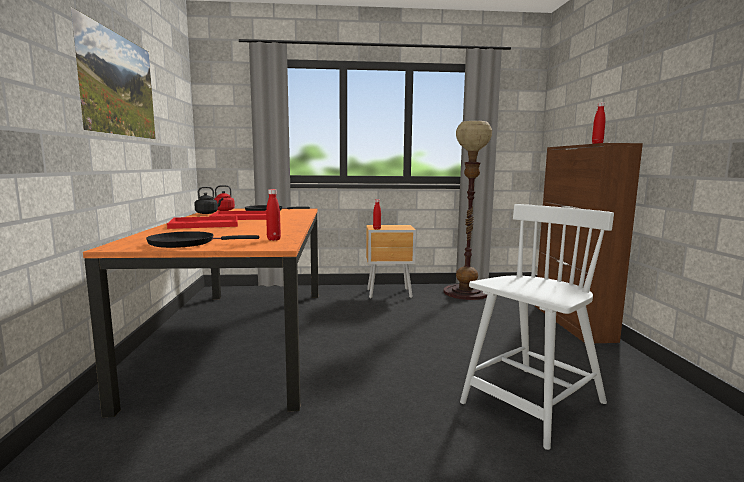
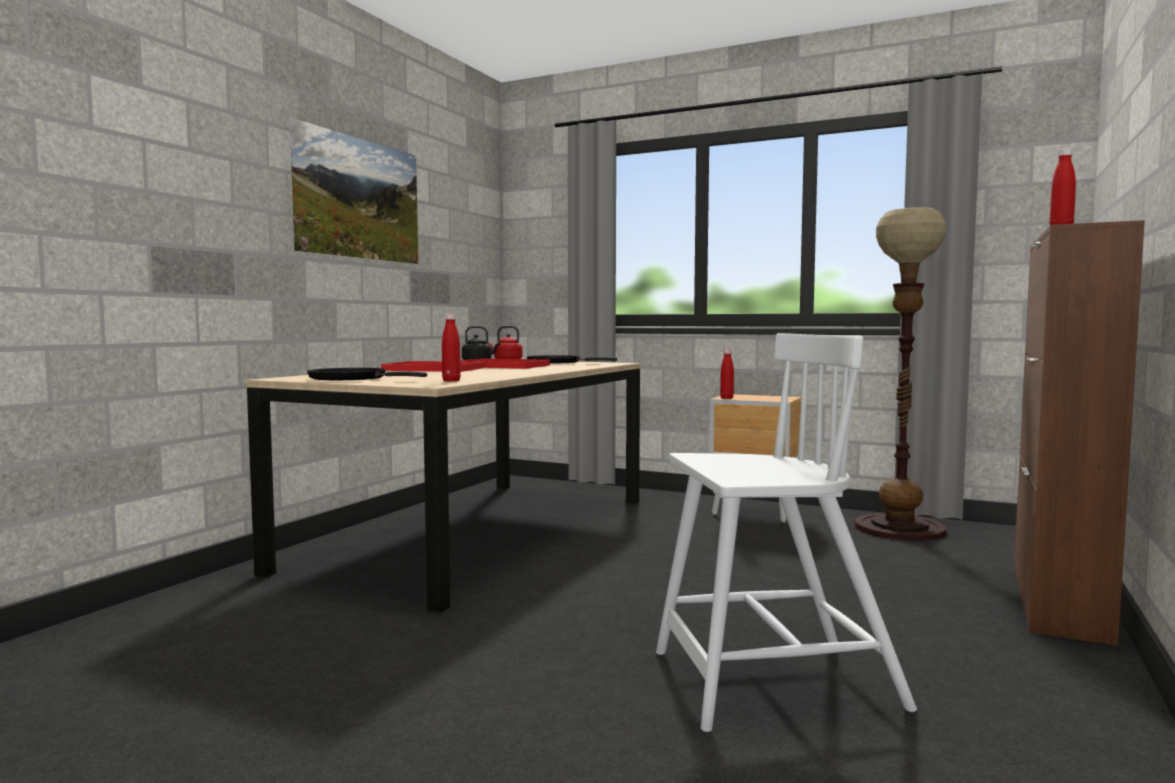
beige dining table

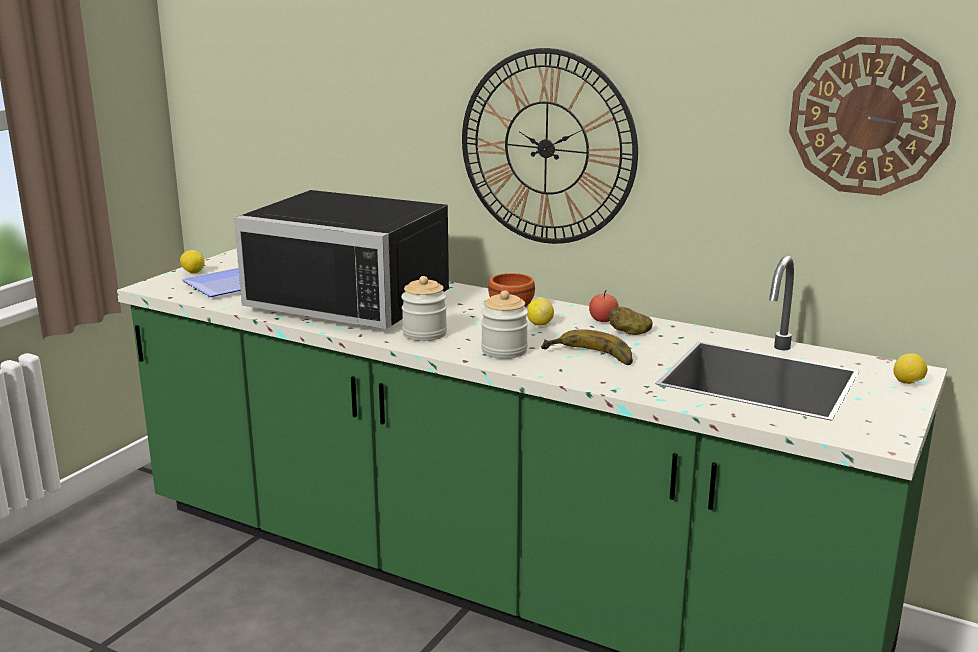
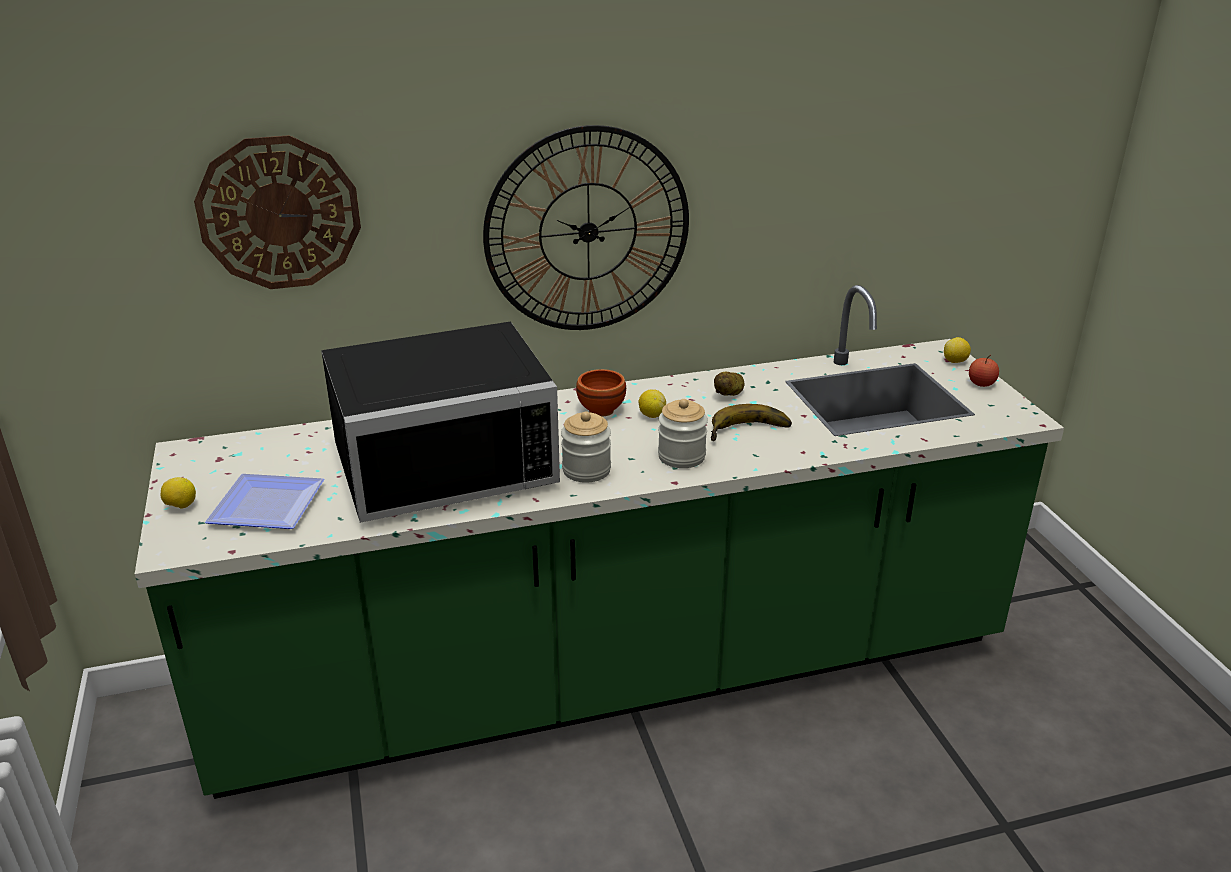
apple
wall clock (1st from left)

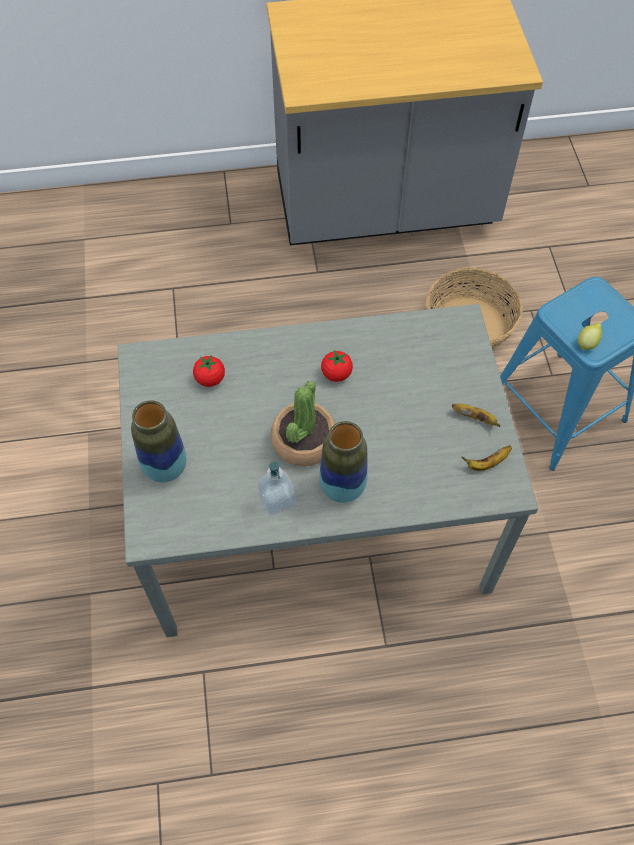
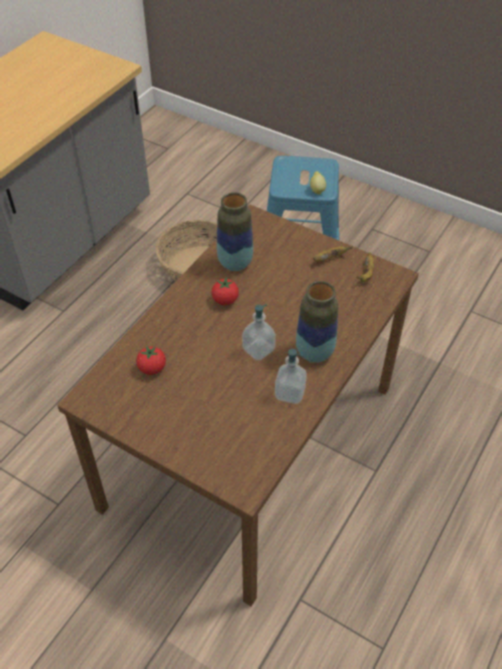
brown dining table
vase (1st from left)
soap dispenser (1st from left)

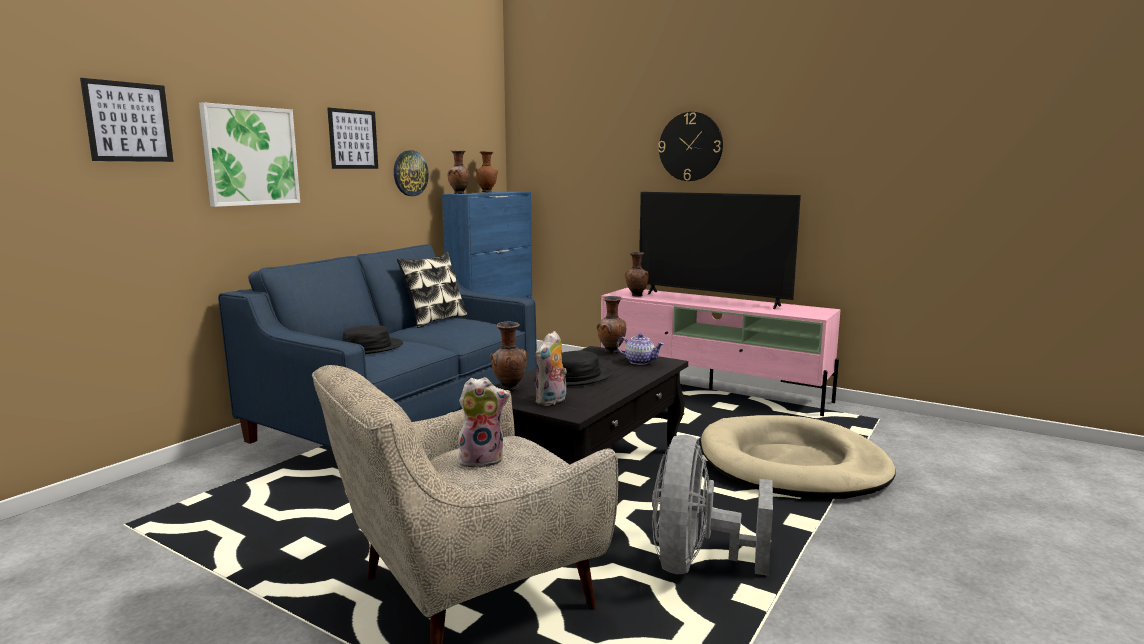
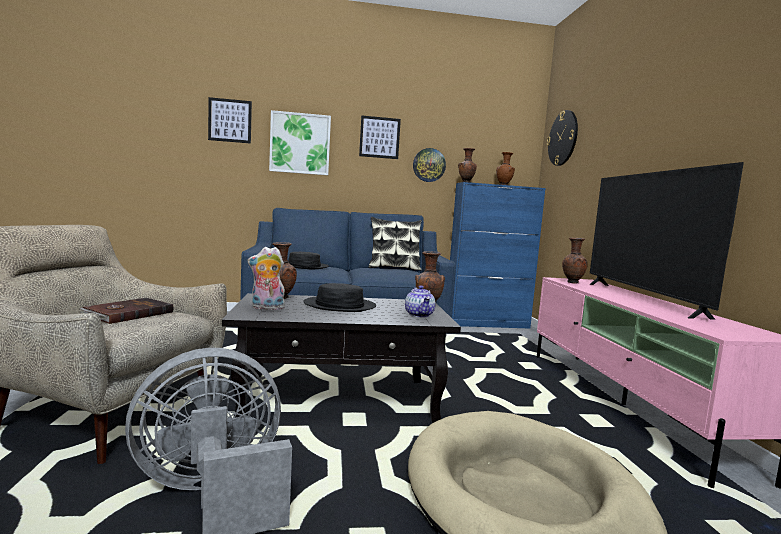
brown book
wall clock (2nd from left)

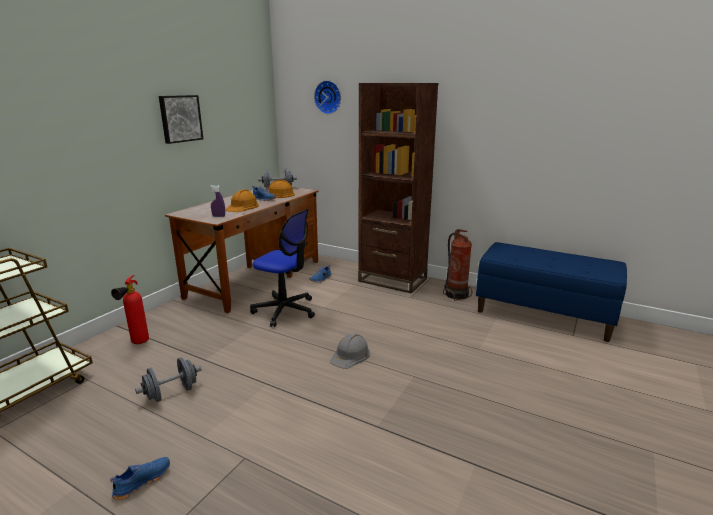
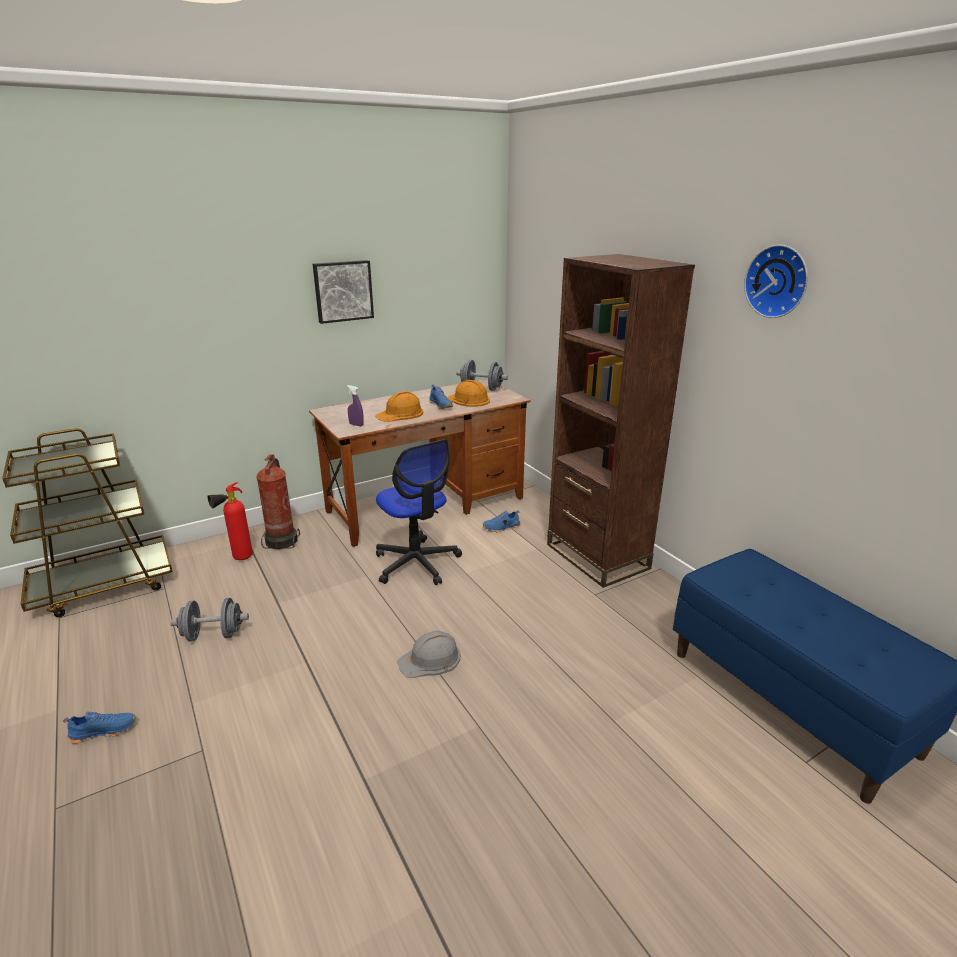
wall clock
fire extinguisher (2nd from left)

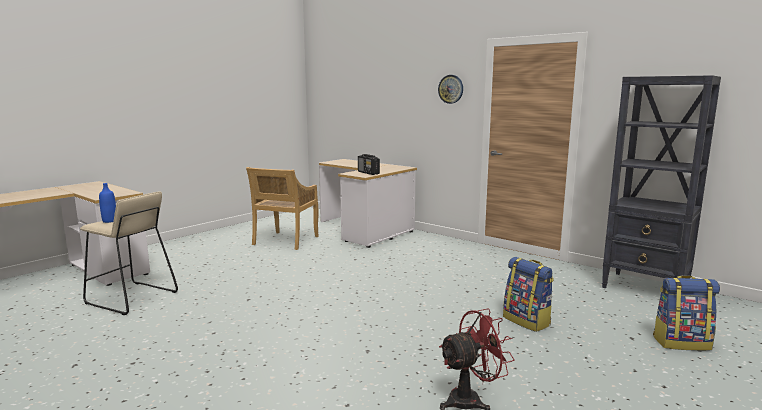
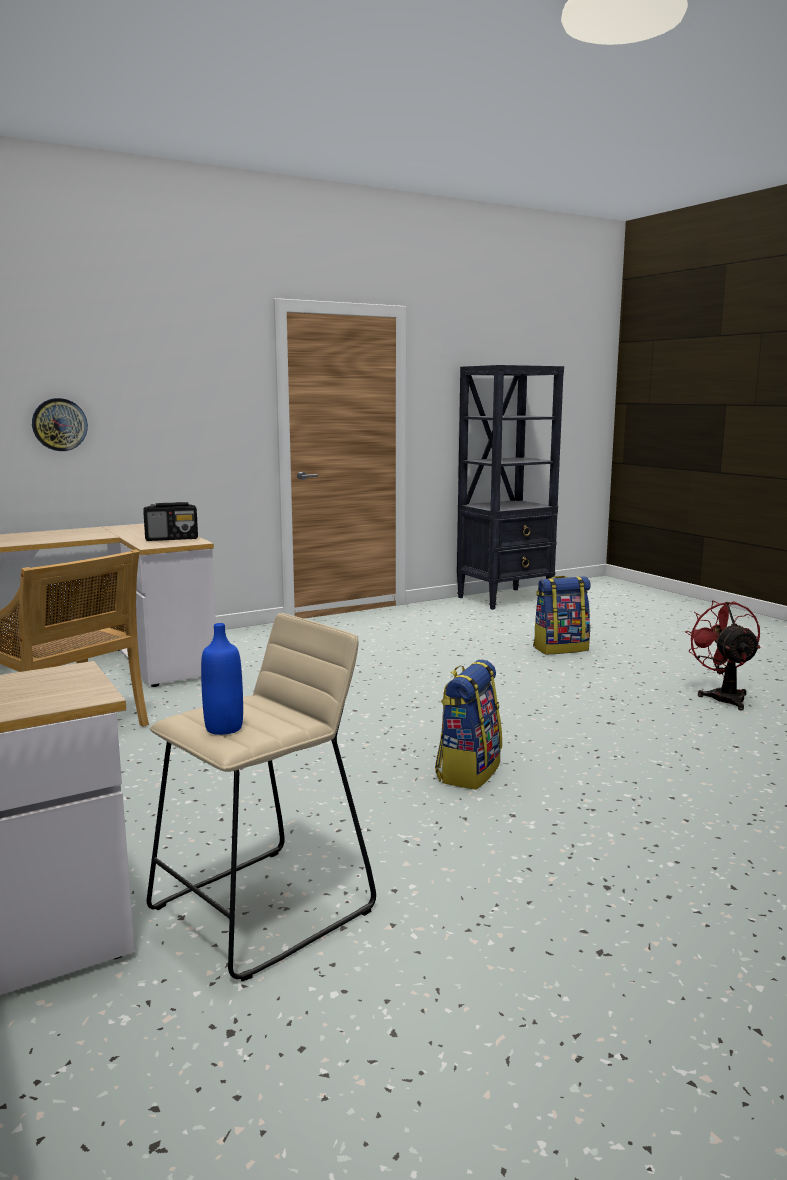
wall clock
backpack (1st from left)

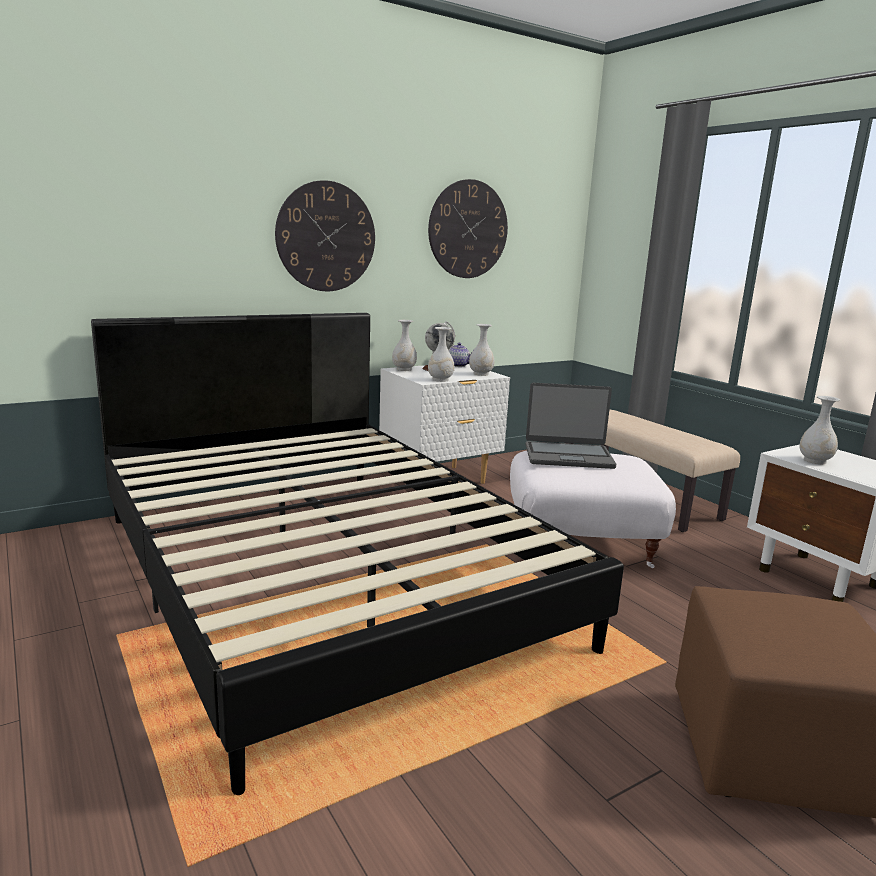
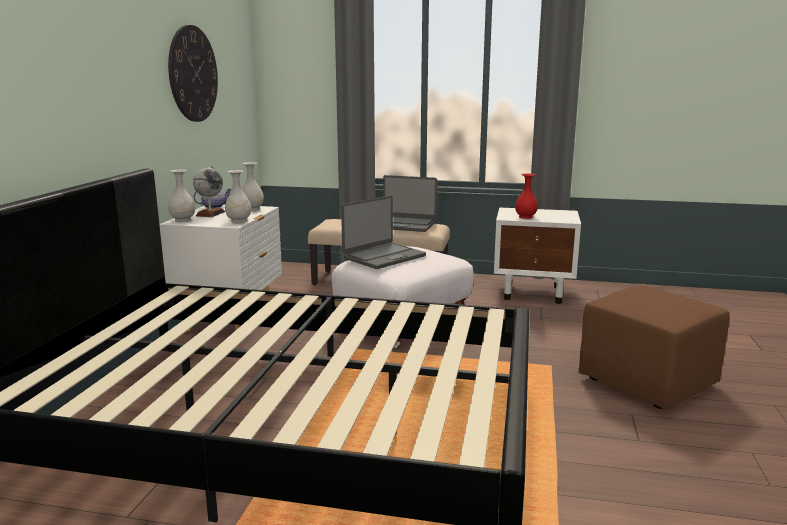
wall clock (1st from left in the first image)
red vase
laptop (2nd from left)

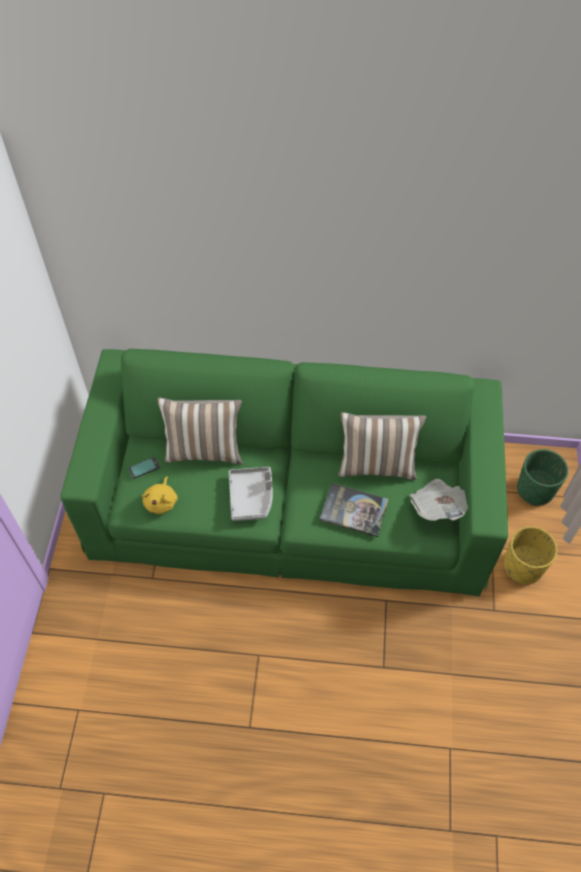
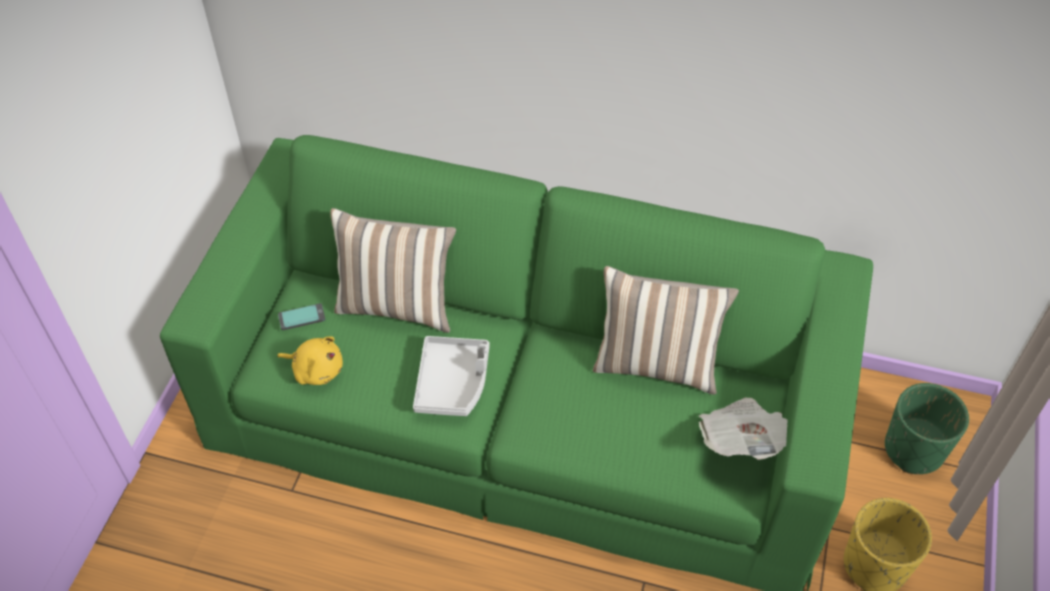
yellow plush toy
book

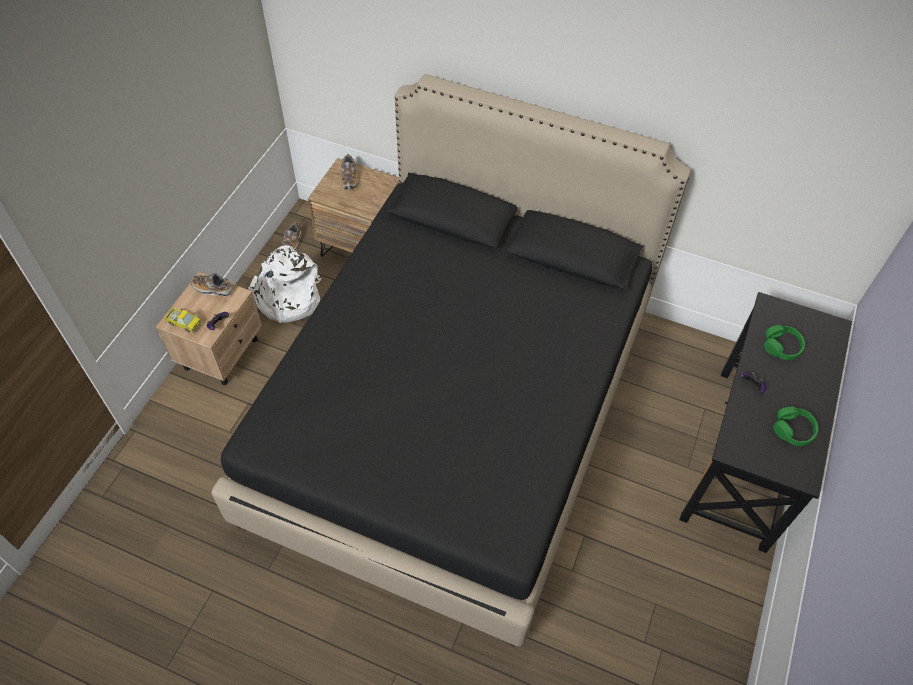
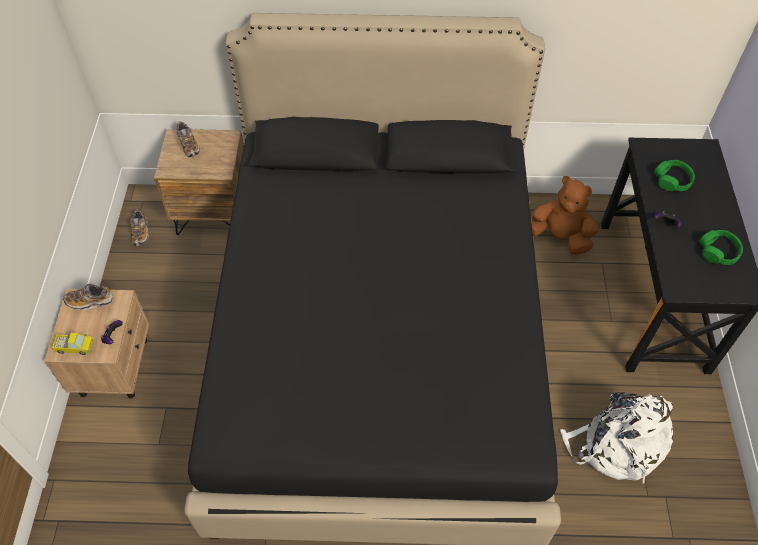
white backpack
brown plush toy

